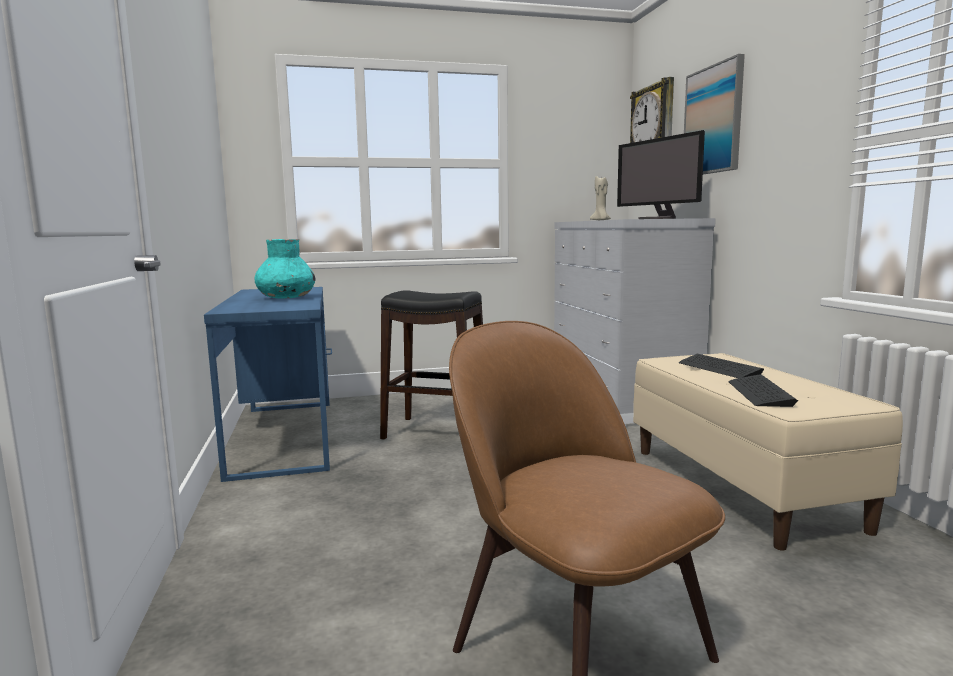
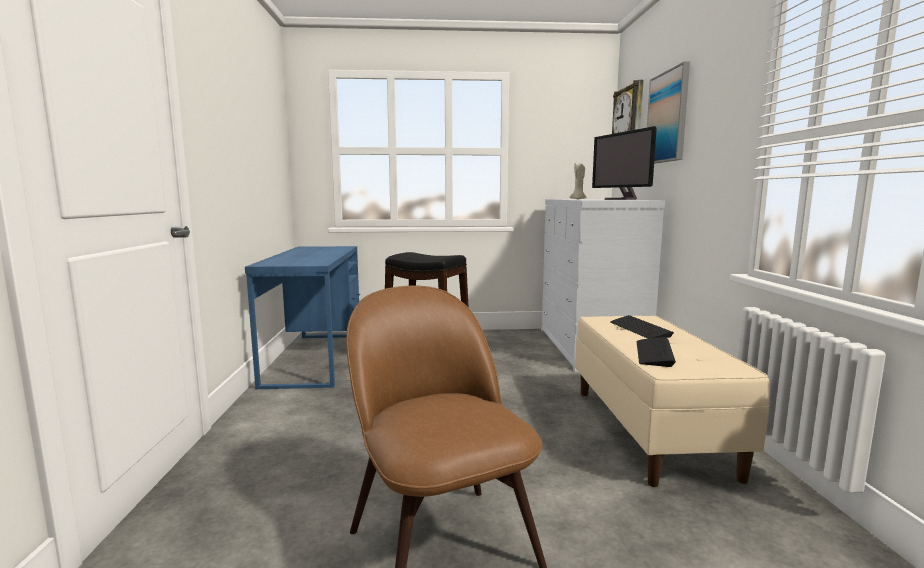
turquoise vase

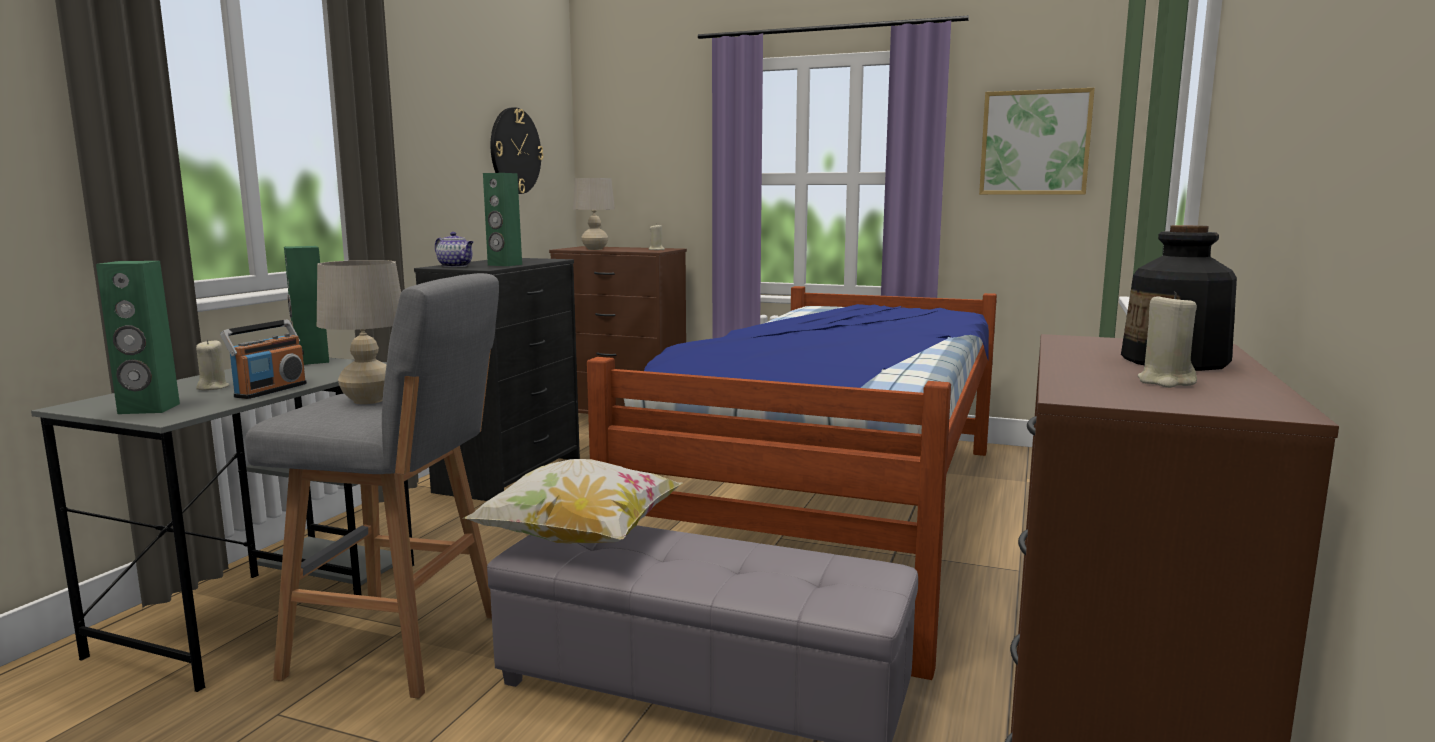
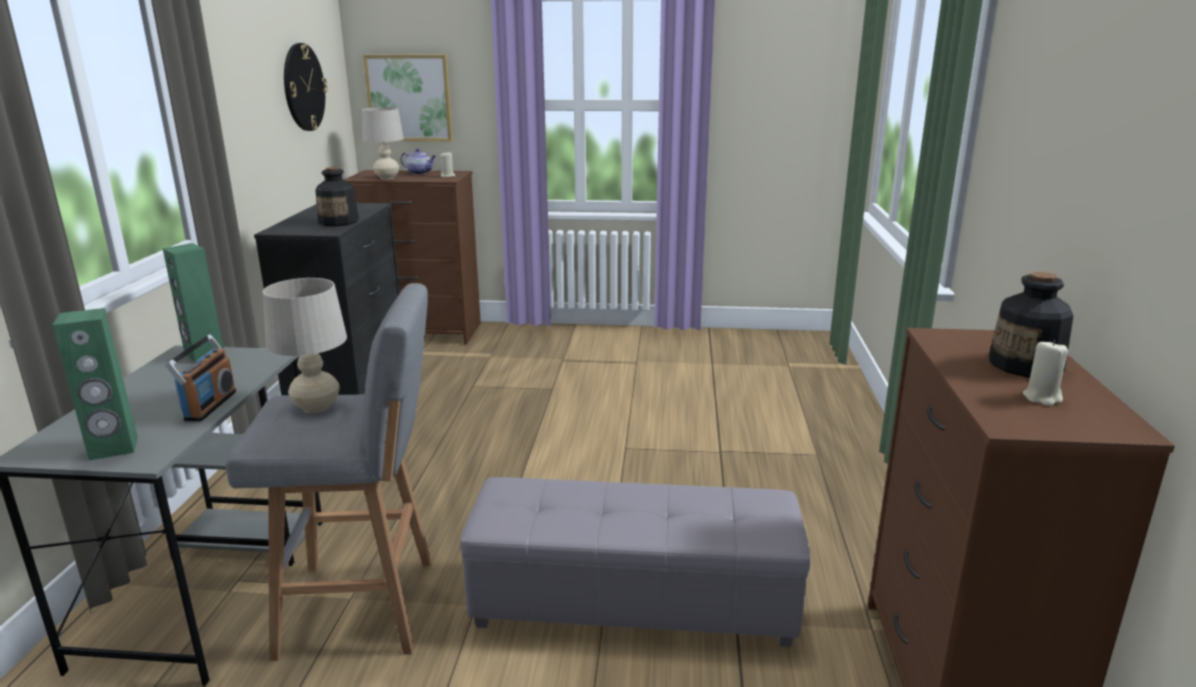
beige candle (1st from left in the first image)
teapot
pillow
bottle (1st from left)
bed
picture

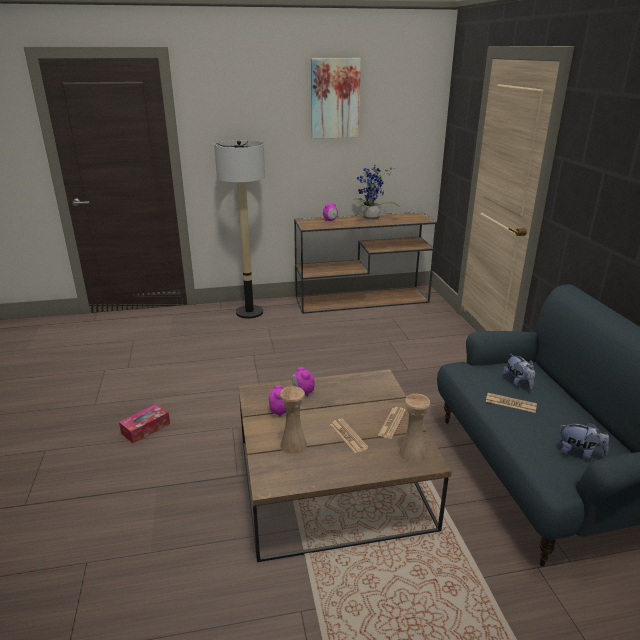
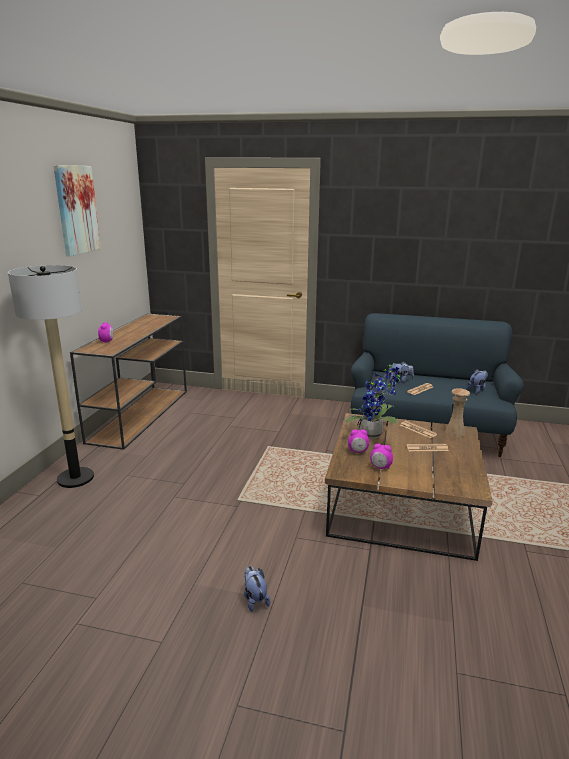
plush toy (1st from left)
beige vase (1st from left in the first image)
potted plant

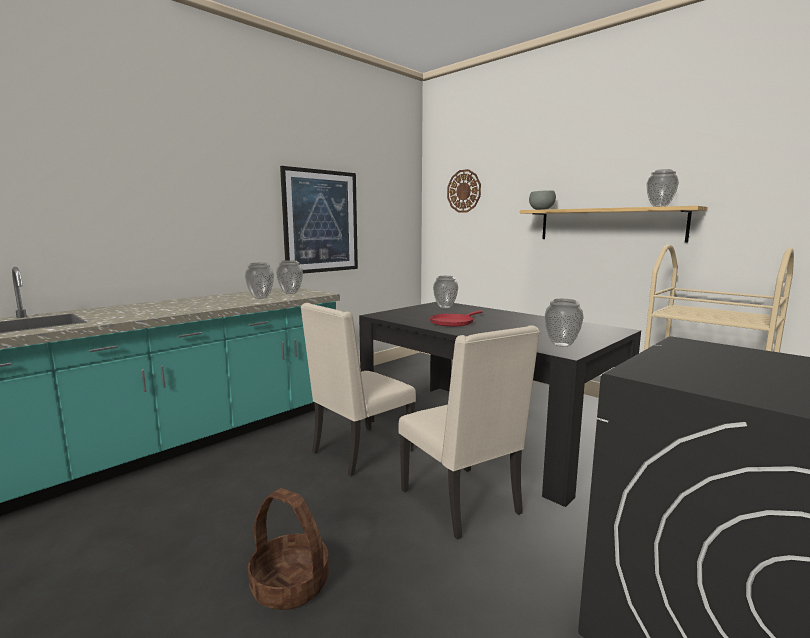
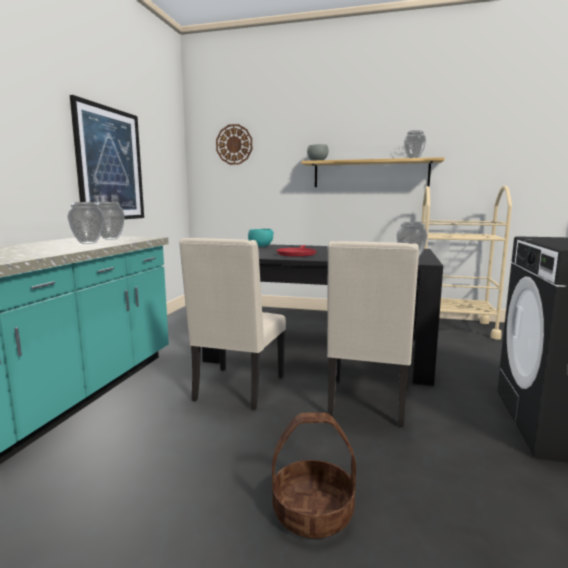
beige chair (2nd from left)
turquoise bowl

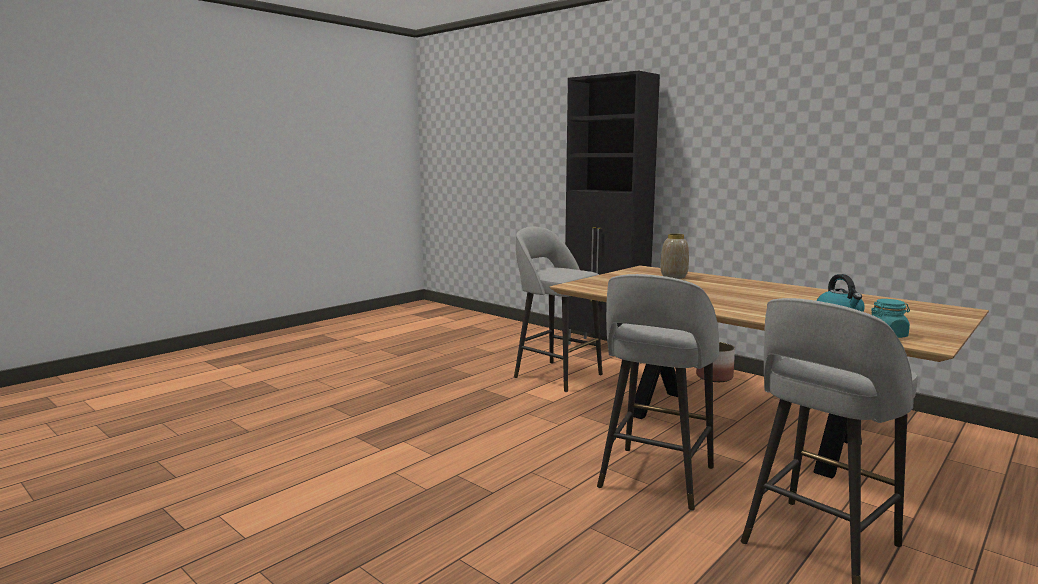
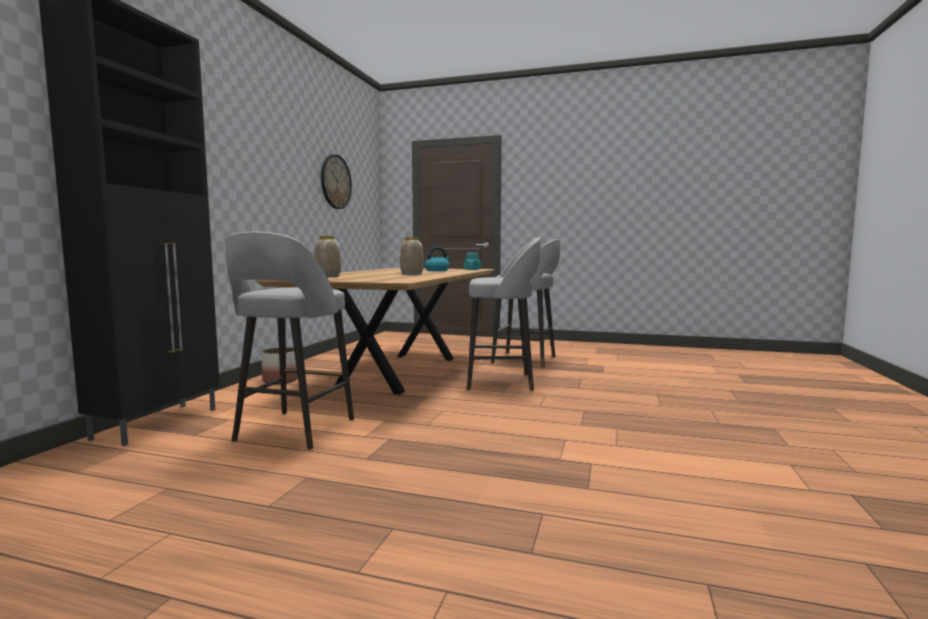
wall clock
vase (2nd from left)

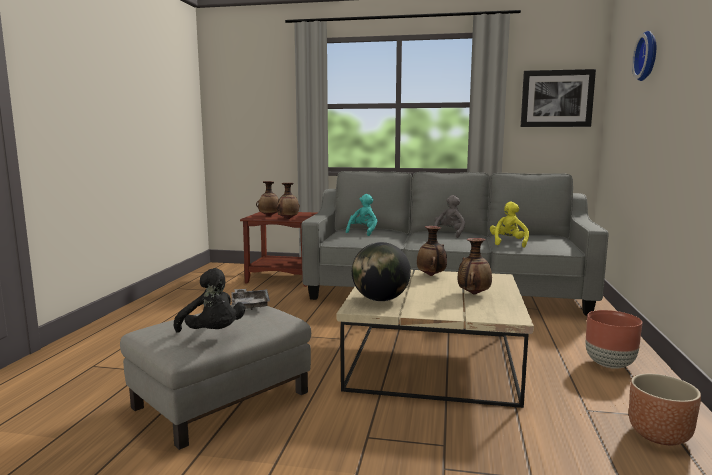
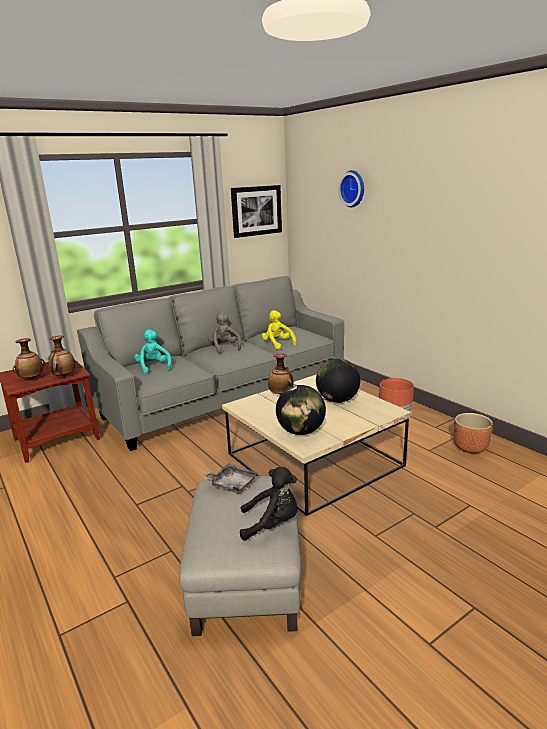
globe (2nd from left)

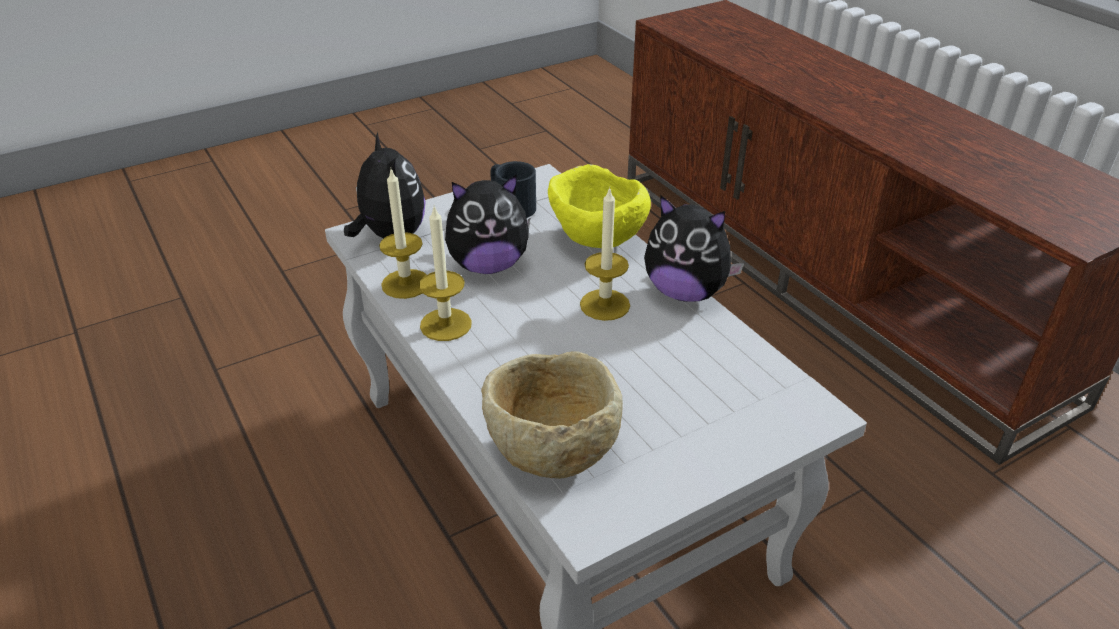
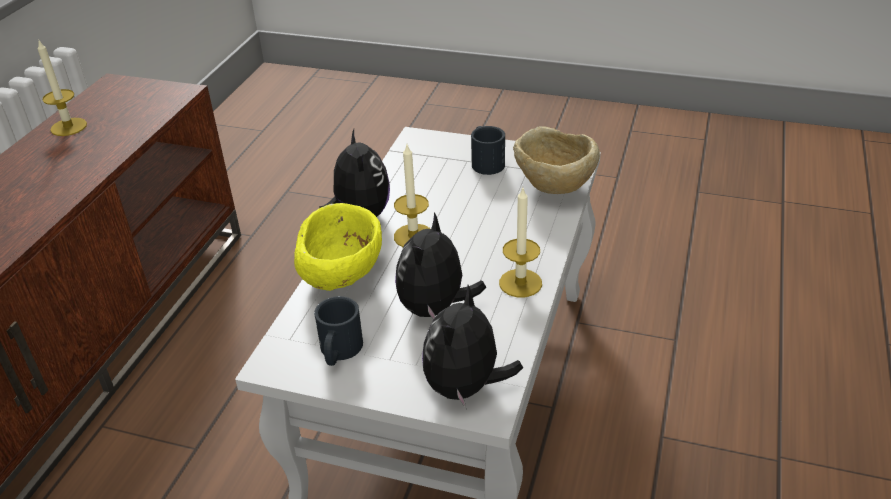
candle (1st from left)
plush toy (2nd from left)
black mug (2nd from left)

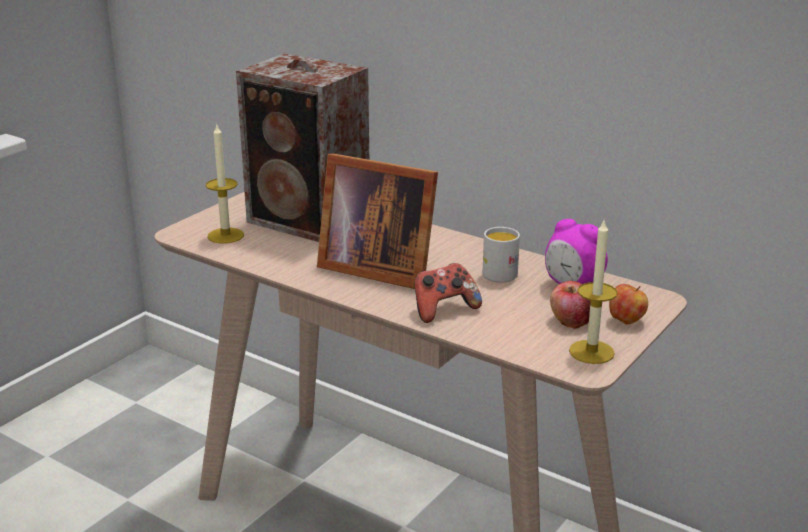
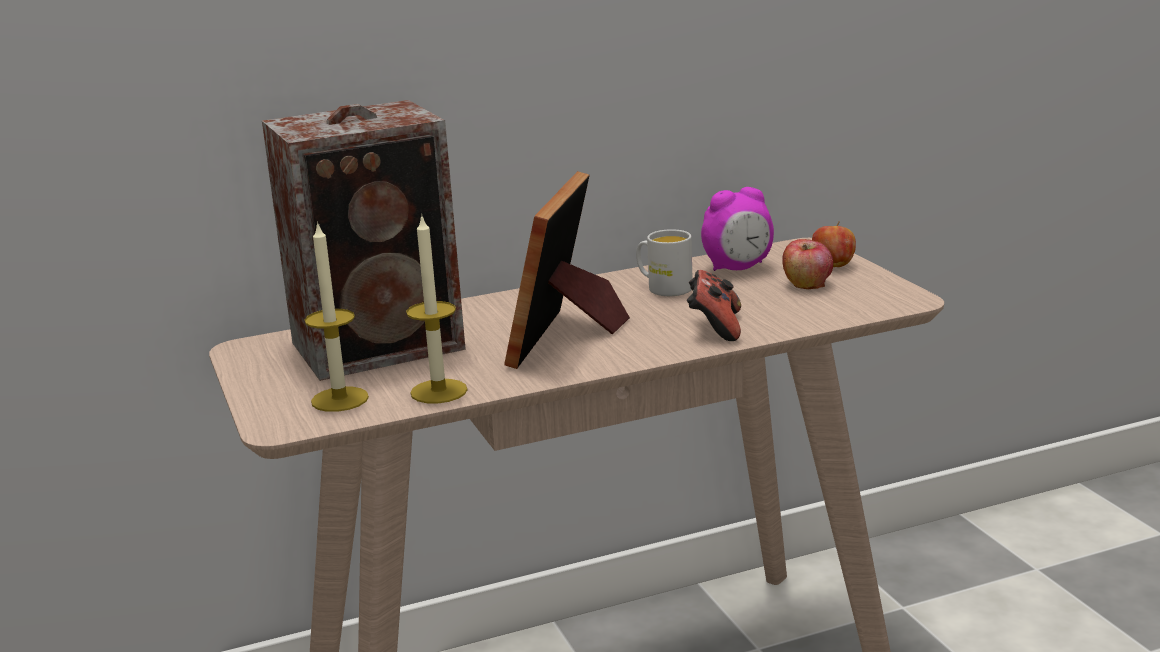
picture frame
candle (2nd from left)

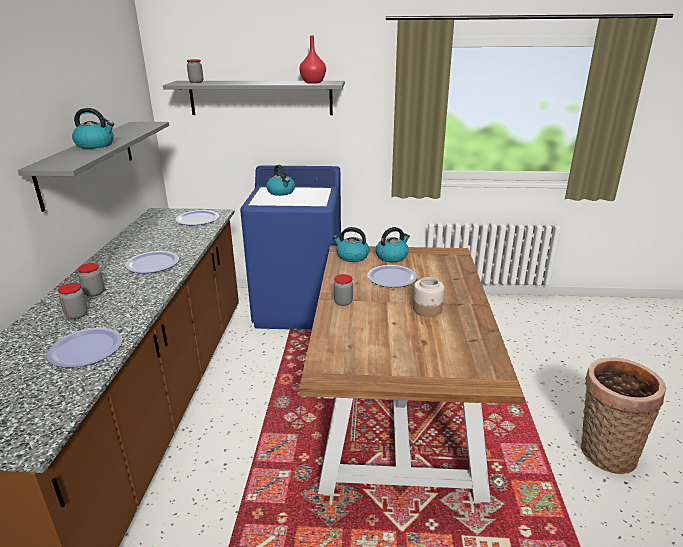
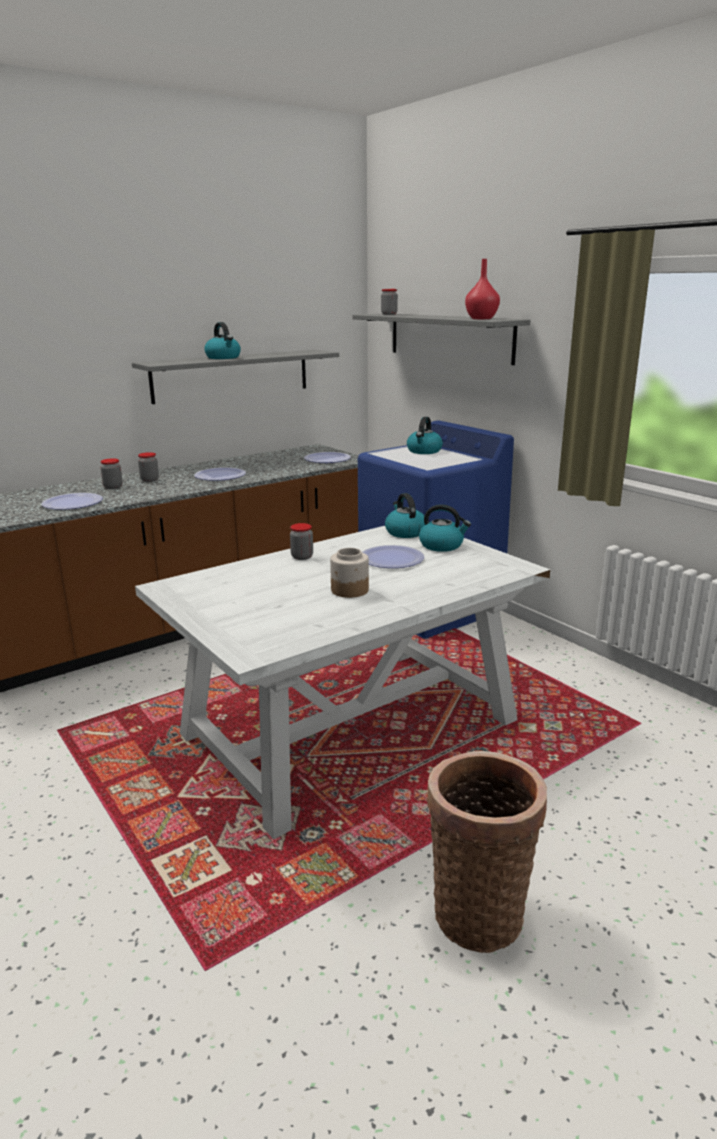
white dining table

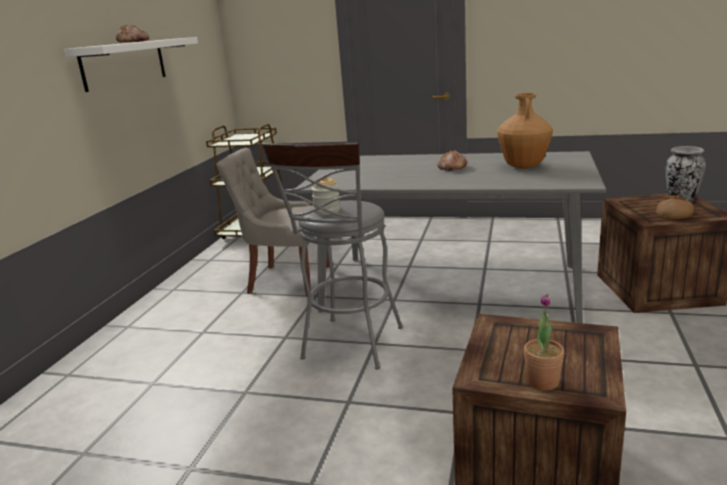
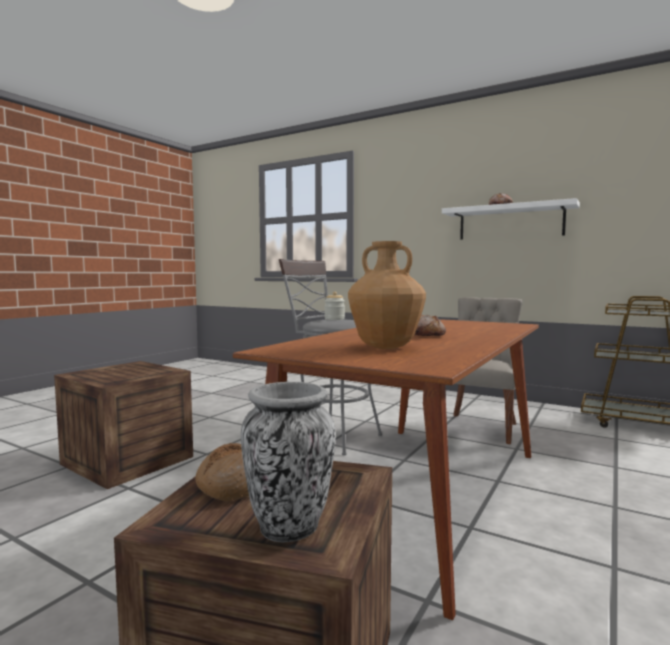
brown dining table
potted plant

